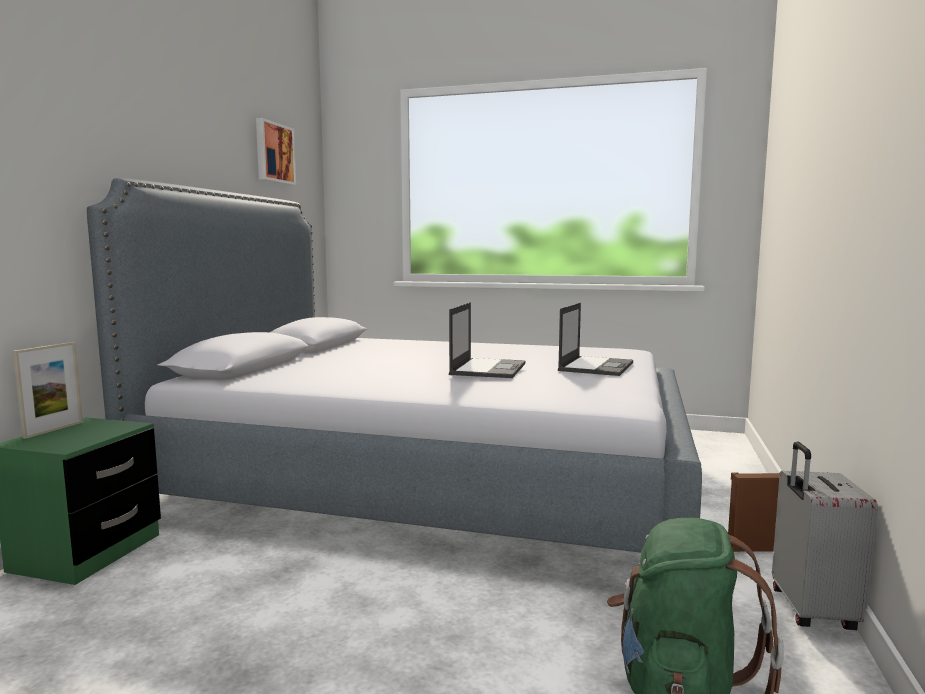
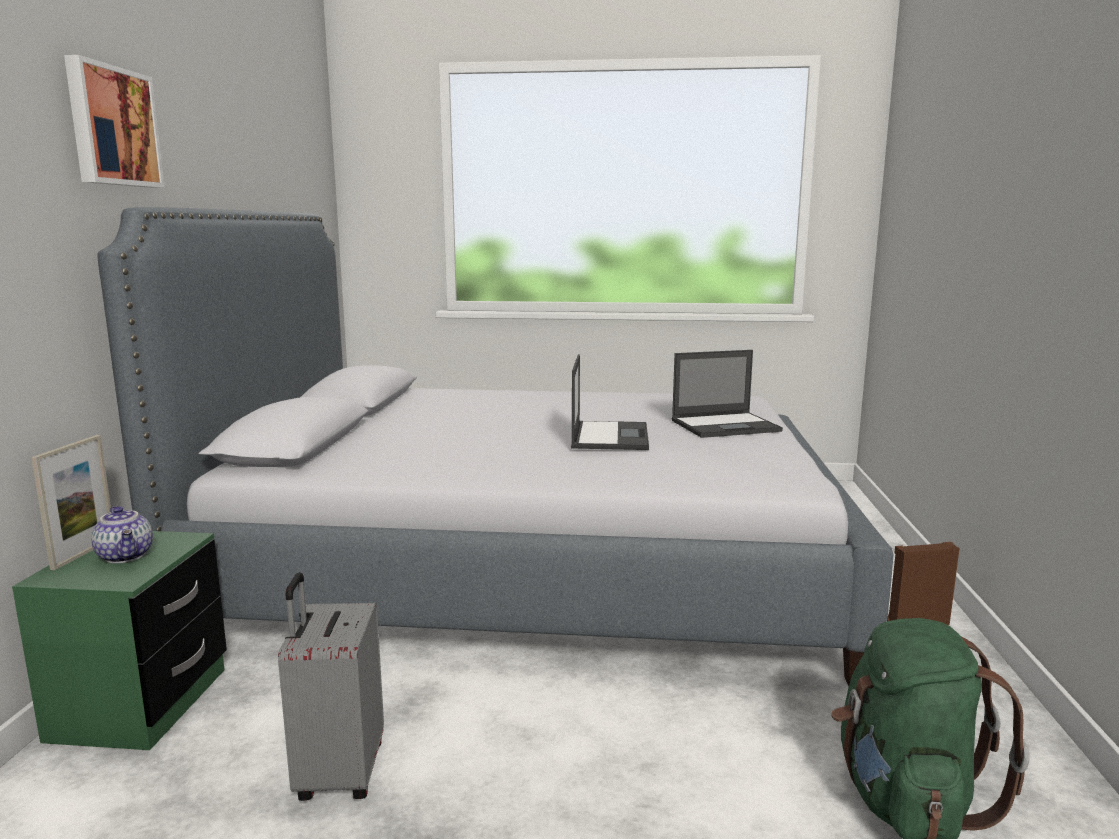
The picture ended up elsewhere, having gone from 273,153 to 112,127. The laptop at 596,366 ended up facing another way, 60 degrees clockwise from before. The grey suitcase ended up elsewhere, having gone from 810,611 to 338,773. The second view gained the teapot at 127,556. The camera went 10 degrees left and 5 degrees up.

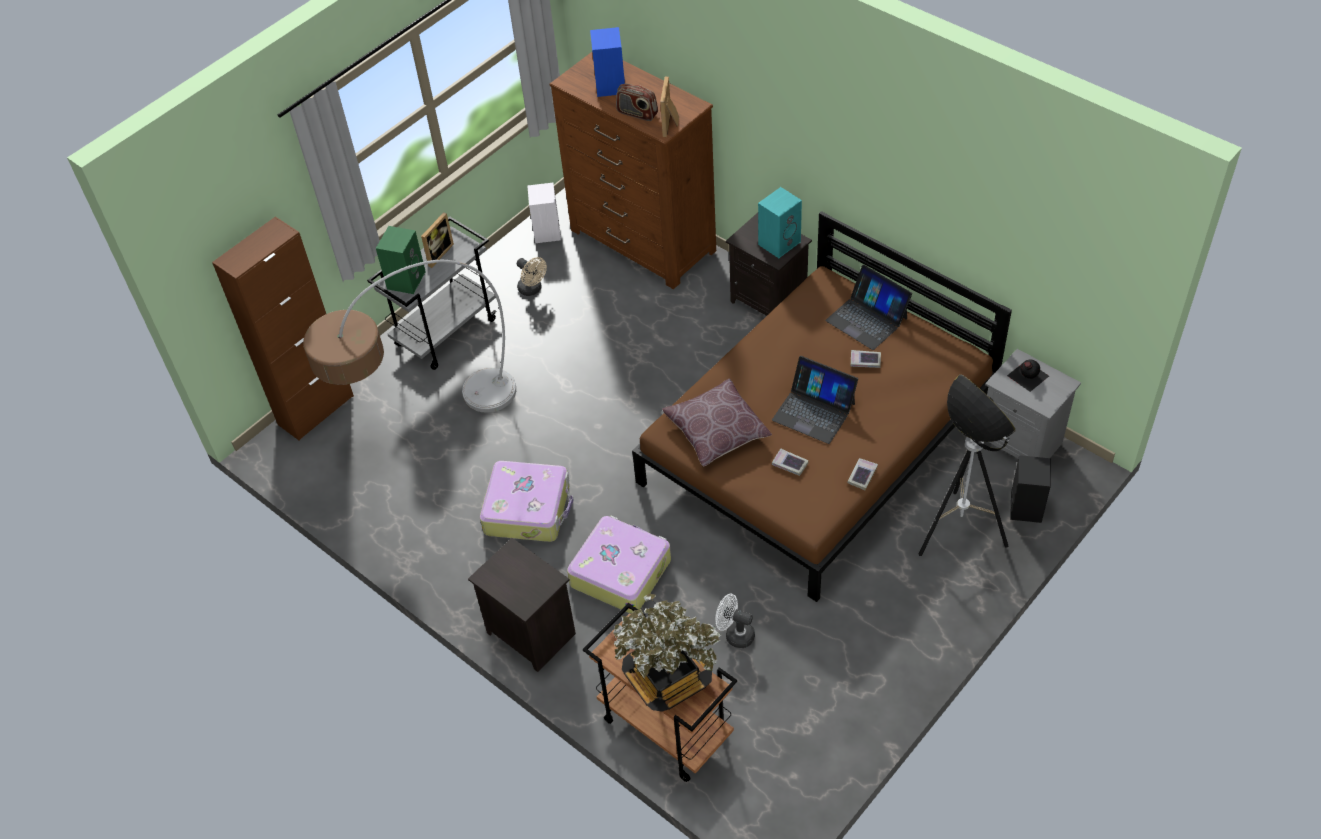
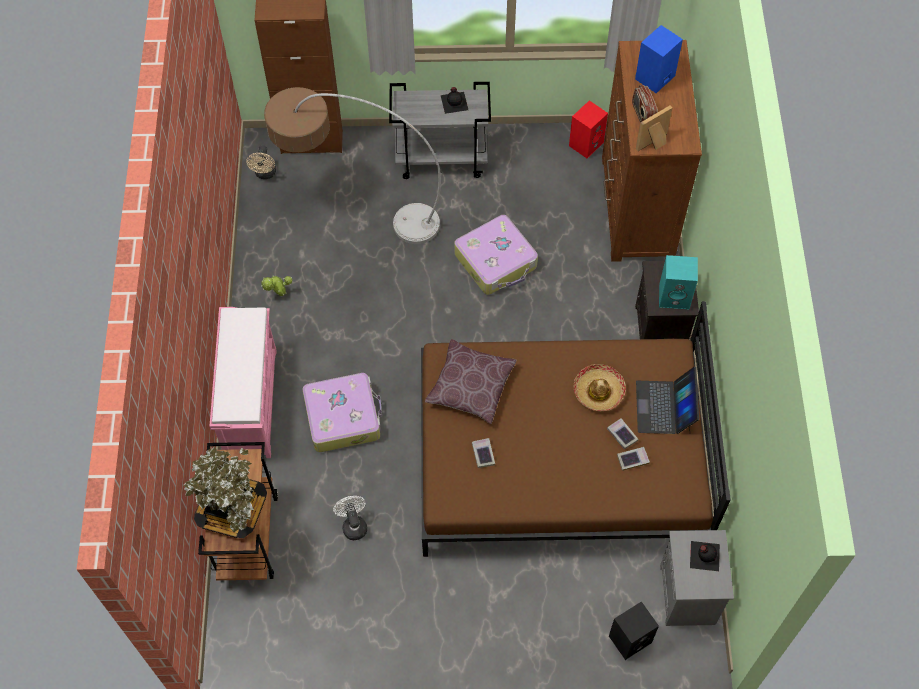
What was the white speaker at 546,231 turned into the red speaker at 586,143. Where the picture frame stood at 437,254, the black bottle came to stand at 454,102. The second view lost the green speaker at 406,279. The beige fan ended up elsewhere, having gone from 532,289 to 265,174. The second view lost the laptop at 814,411. The second view lost the floor lamp at 957,532. The book ended up elsewhere, having gone from 862,475 to 632,459. The suitcase ended up elsewhere, having gone from 528,508 to 496,261. Where the black nightstand stood at 529,633, the pink bench came to stand at 251,402. The second view gained the potted plant at 279,295. The second view gained the hat at 598,391. The camera went 45 degrees right and 10 degrees up.

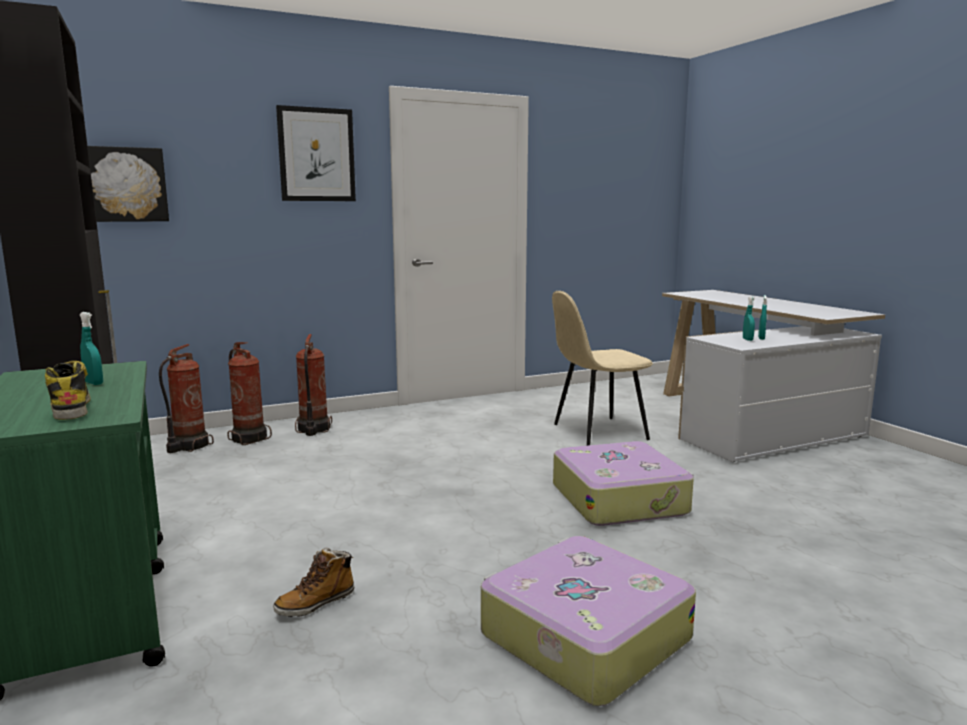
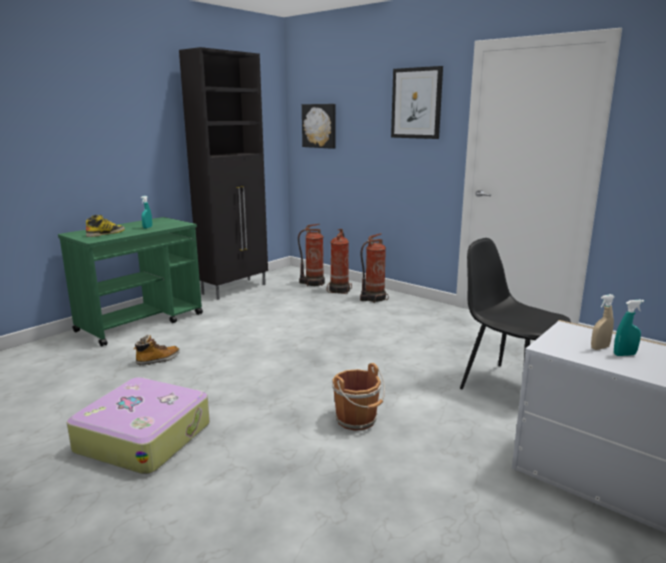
What was the beige chair at 597,432 turned into the black chair at 507,386. What was the turquoise spray bottle at 747,339 turned into the beige spray bottle at 599,348. Where the suitcase stood at 620,499, the brown bucket came to stand at 357,420. The boot at 316,603 ended up facing another way, 120 degrees clockwise from before. The camera went 65 degrees right and 5 degrees up.

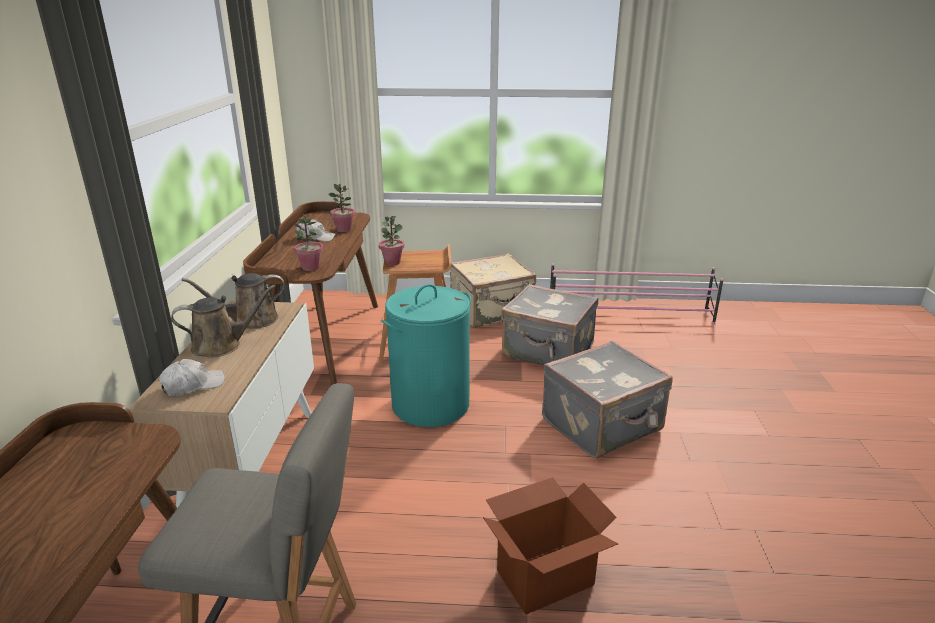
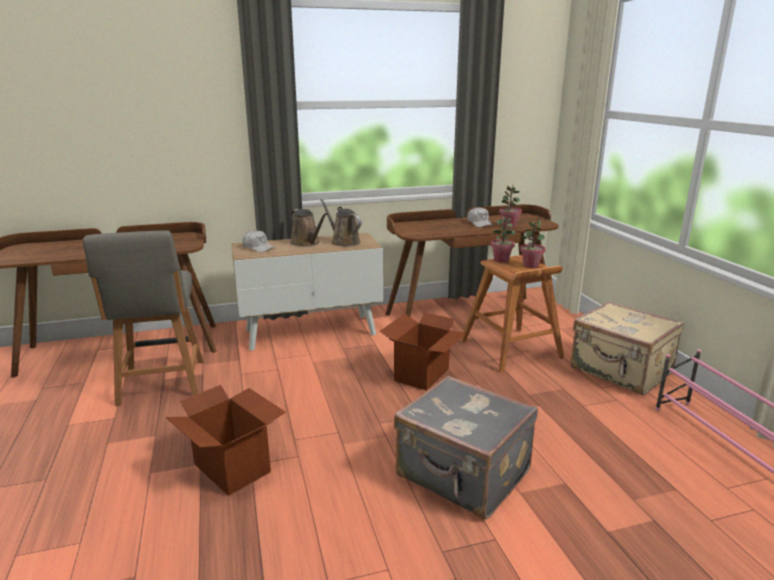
The potted plant ended up elsewhere, having gone from 310,267 to 530,266. Where the turquoise laundry basket stood at 430,404, the cardboard box came to stand at 422,375. The second view lost the grey suitcase at 548,352. The camera went 70 degrees right and 5 degrees down.

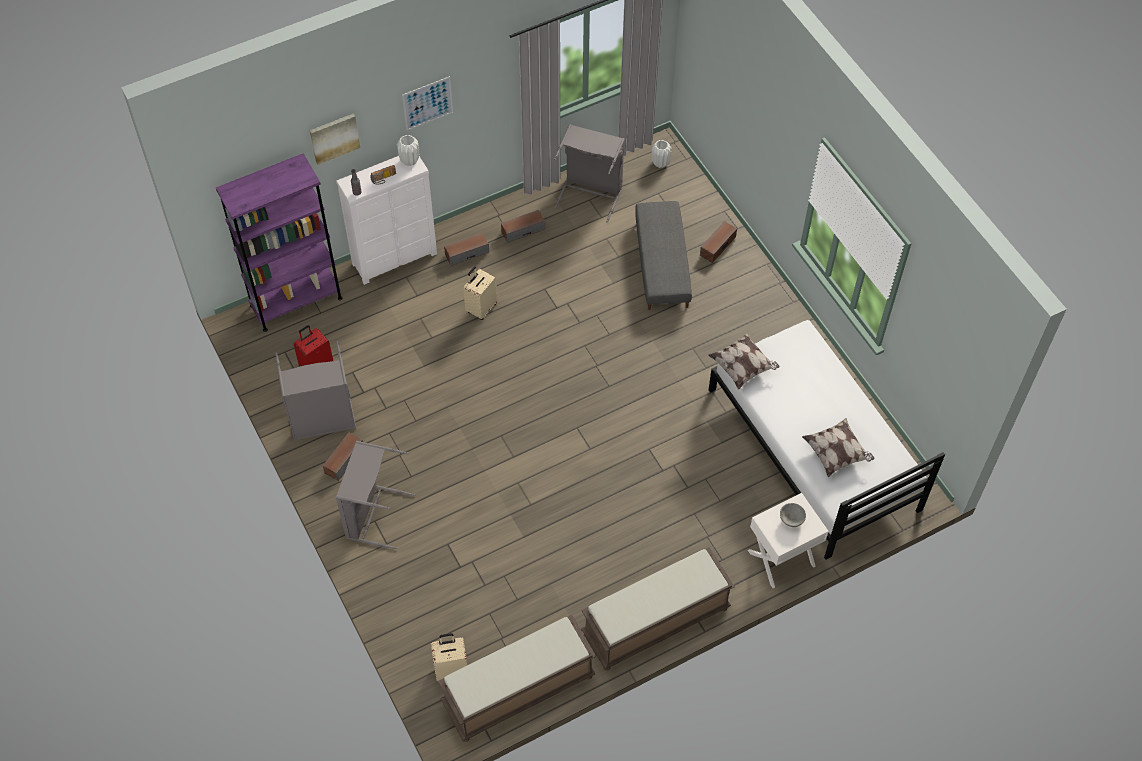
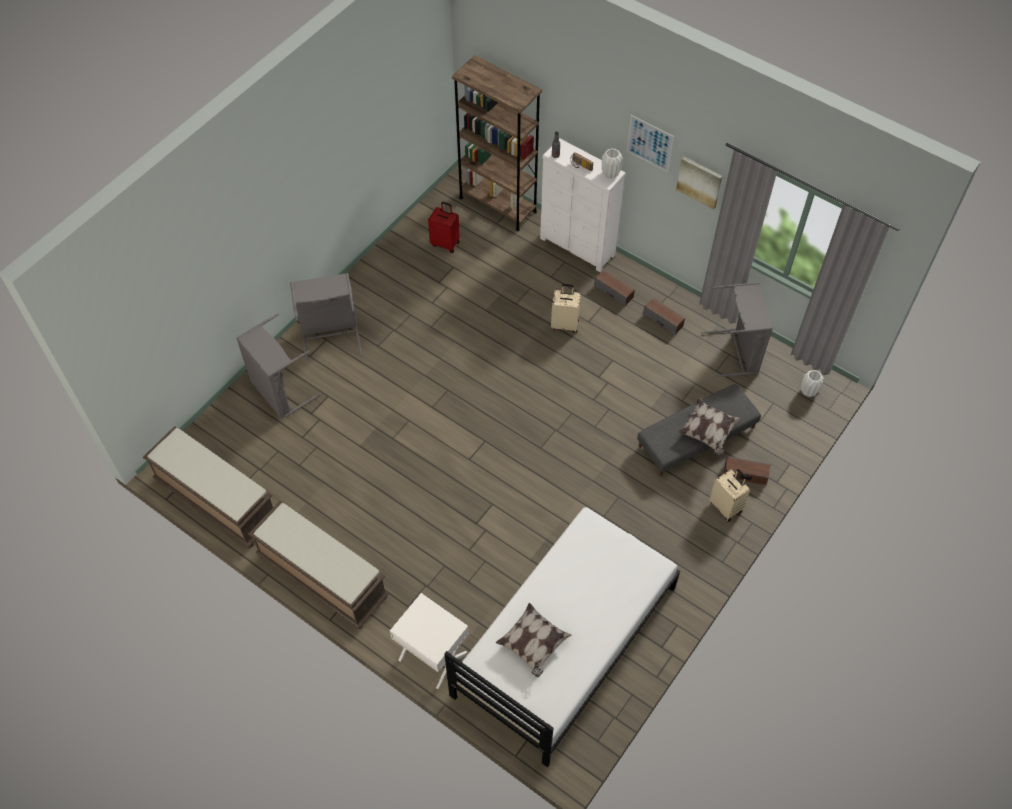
The picture ended up elsewhere, having gone from 334,137 to 699,181. What was the purple bookcase at 296,301 turned into the brown bookcase at 497,204. The pillow ended up elsewhere, having gone from 742,367 to 707,432. The grey laundry basket ended up elsewhere, having gone from 322,420 to 279,392. The second view lost the speaker at 344,460. The second view lost the grey bowl at 791,520. The beige suitcase ended up elsewhere, having gone from 452,670 to 726,506. The camera went 65 degrees right and 0 degrees up.

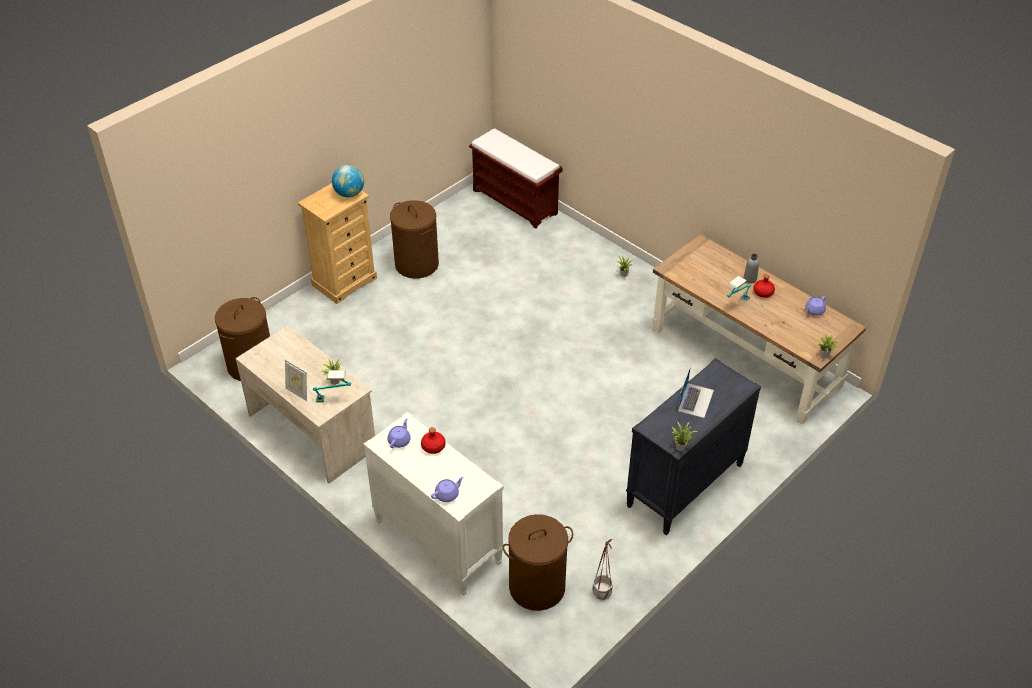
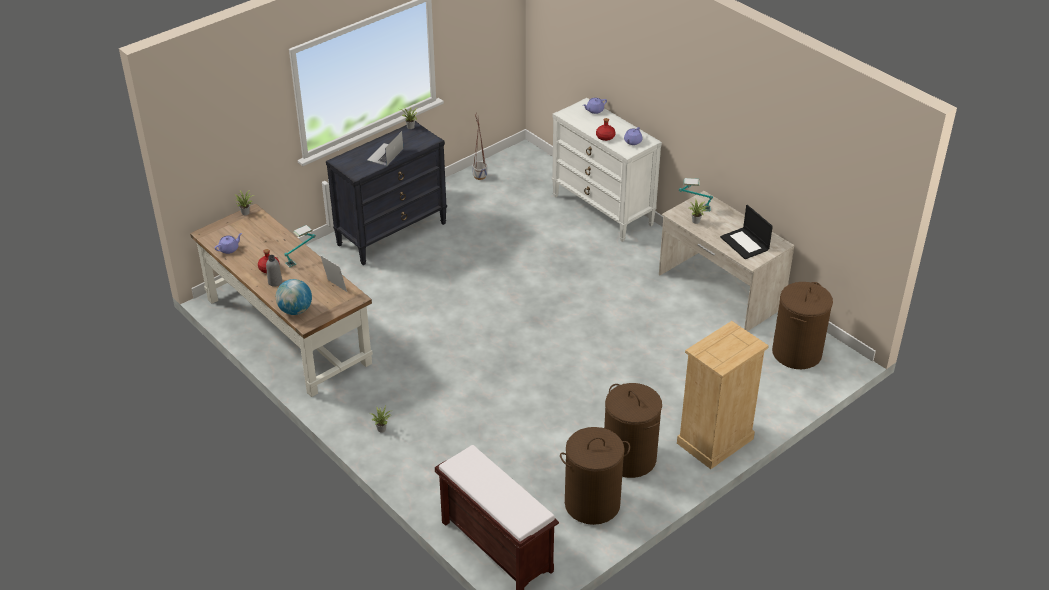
The globe ended up elsewhere, having gone from 349,194 to 295,310. The picture frame ended up elsewhere, having gone from 298,392 to 335,287. The brown laundry basket ended up elsewhere, having gone from 537,587 to 592,504. The second view gained the laptop at 745,243. The camera went 175 degrees left and 5 degrees down.

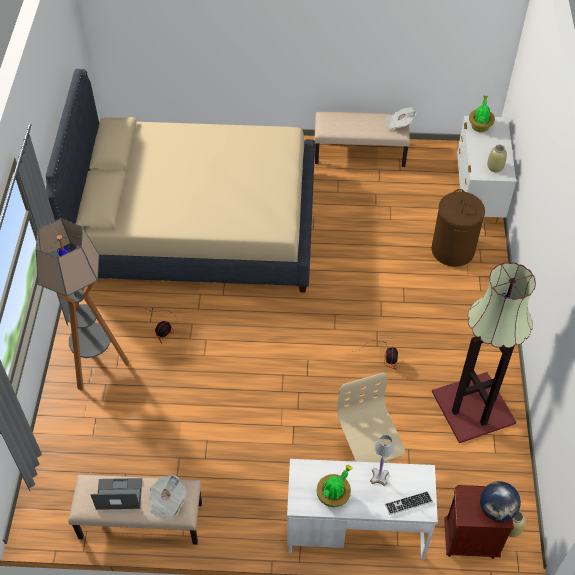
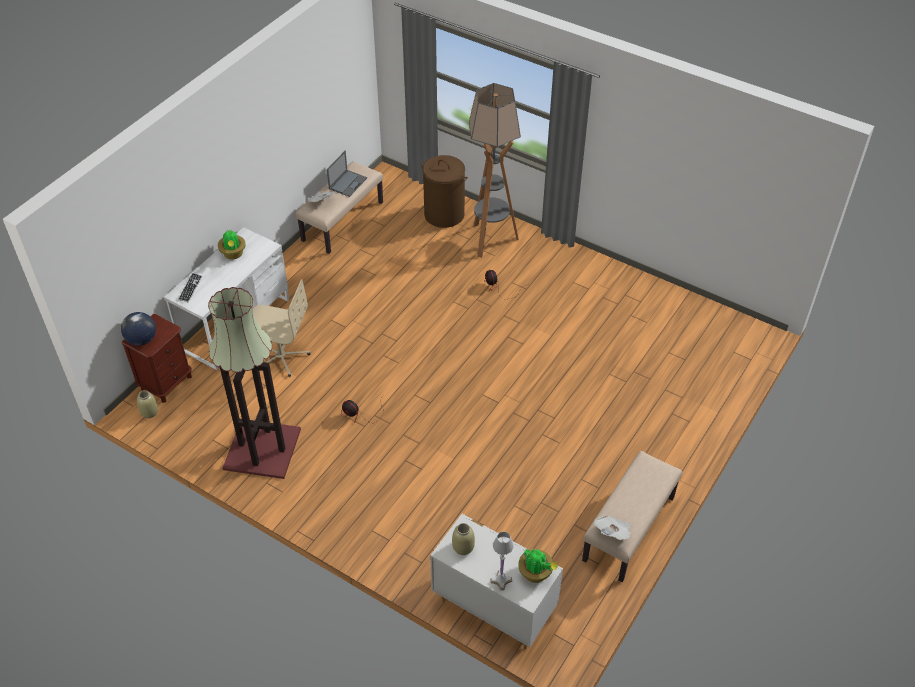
The second view lost the beige bed at 197,225. The brown laundry basket ended up elsewhere, having gone from 452,250 to 444,214. The white table lamp ended up elsewhere, having gone from 379,476 to 501,580. The camera went 120 degrees right and 5 degrees down.

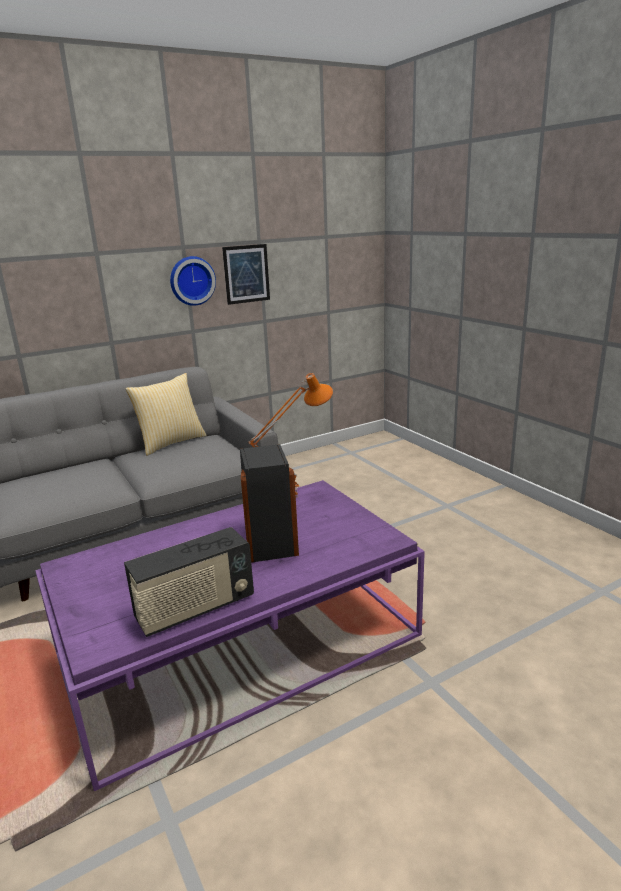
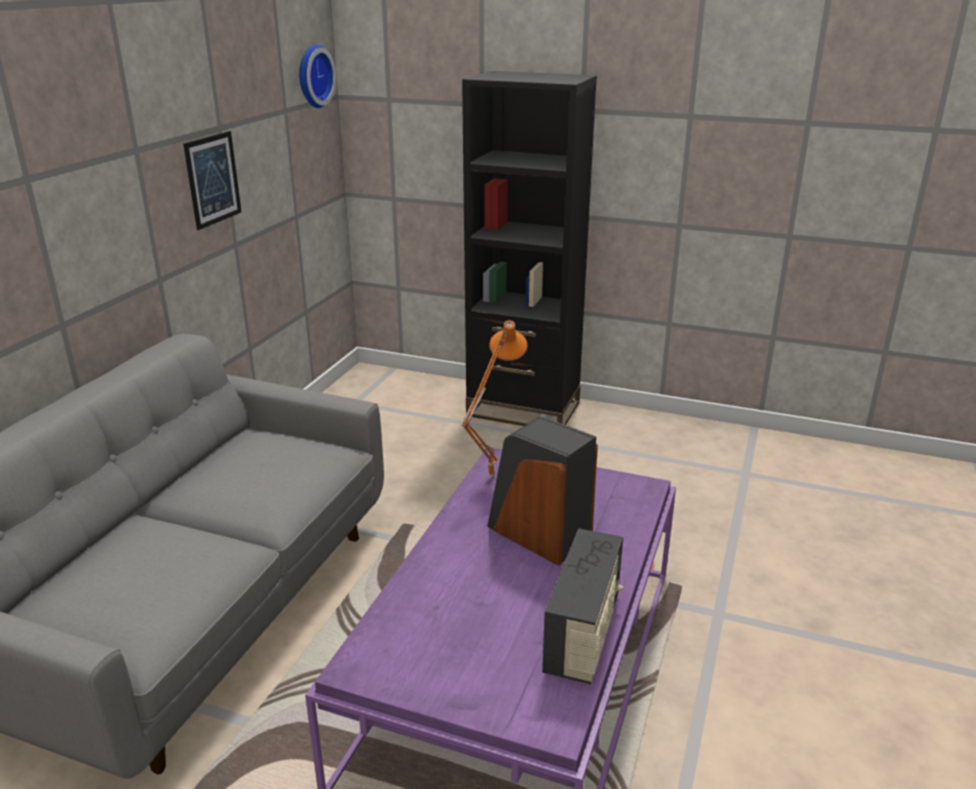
The wall clock ended up elsewhere, having gone from 191,280 to 312,76. The second view lost the pillow at 170,442. The second view gained the black bookcase at 523,409. The camera went 40 degrees left and 5 degrees up.

